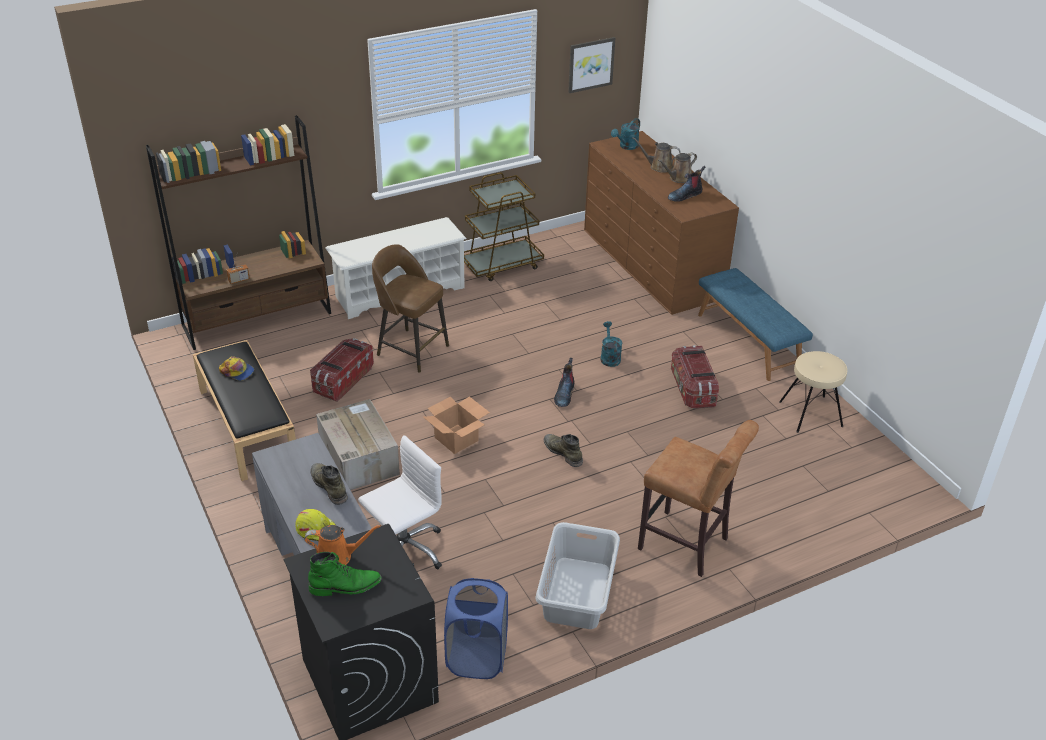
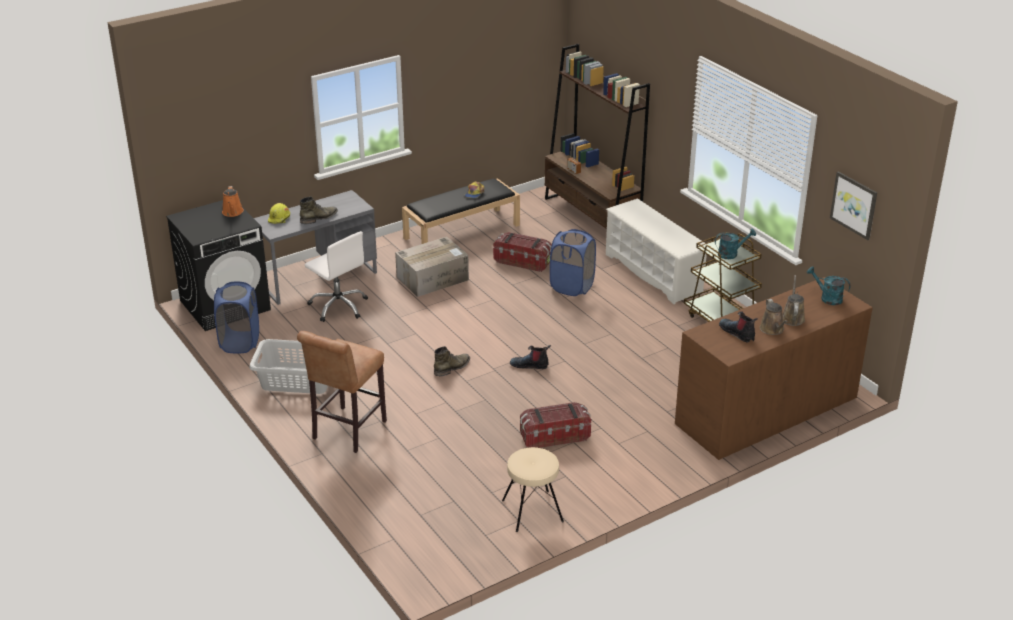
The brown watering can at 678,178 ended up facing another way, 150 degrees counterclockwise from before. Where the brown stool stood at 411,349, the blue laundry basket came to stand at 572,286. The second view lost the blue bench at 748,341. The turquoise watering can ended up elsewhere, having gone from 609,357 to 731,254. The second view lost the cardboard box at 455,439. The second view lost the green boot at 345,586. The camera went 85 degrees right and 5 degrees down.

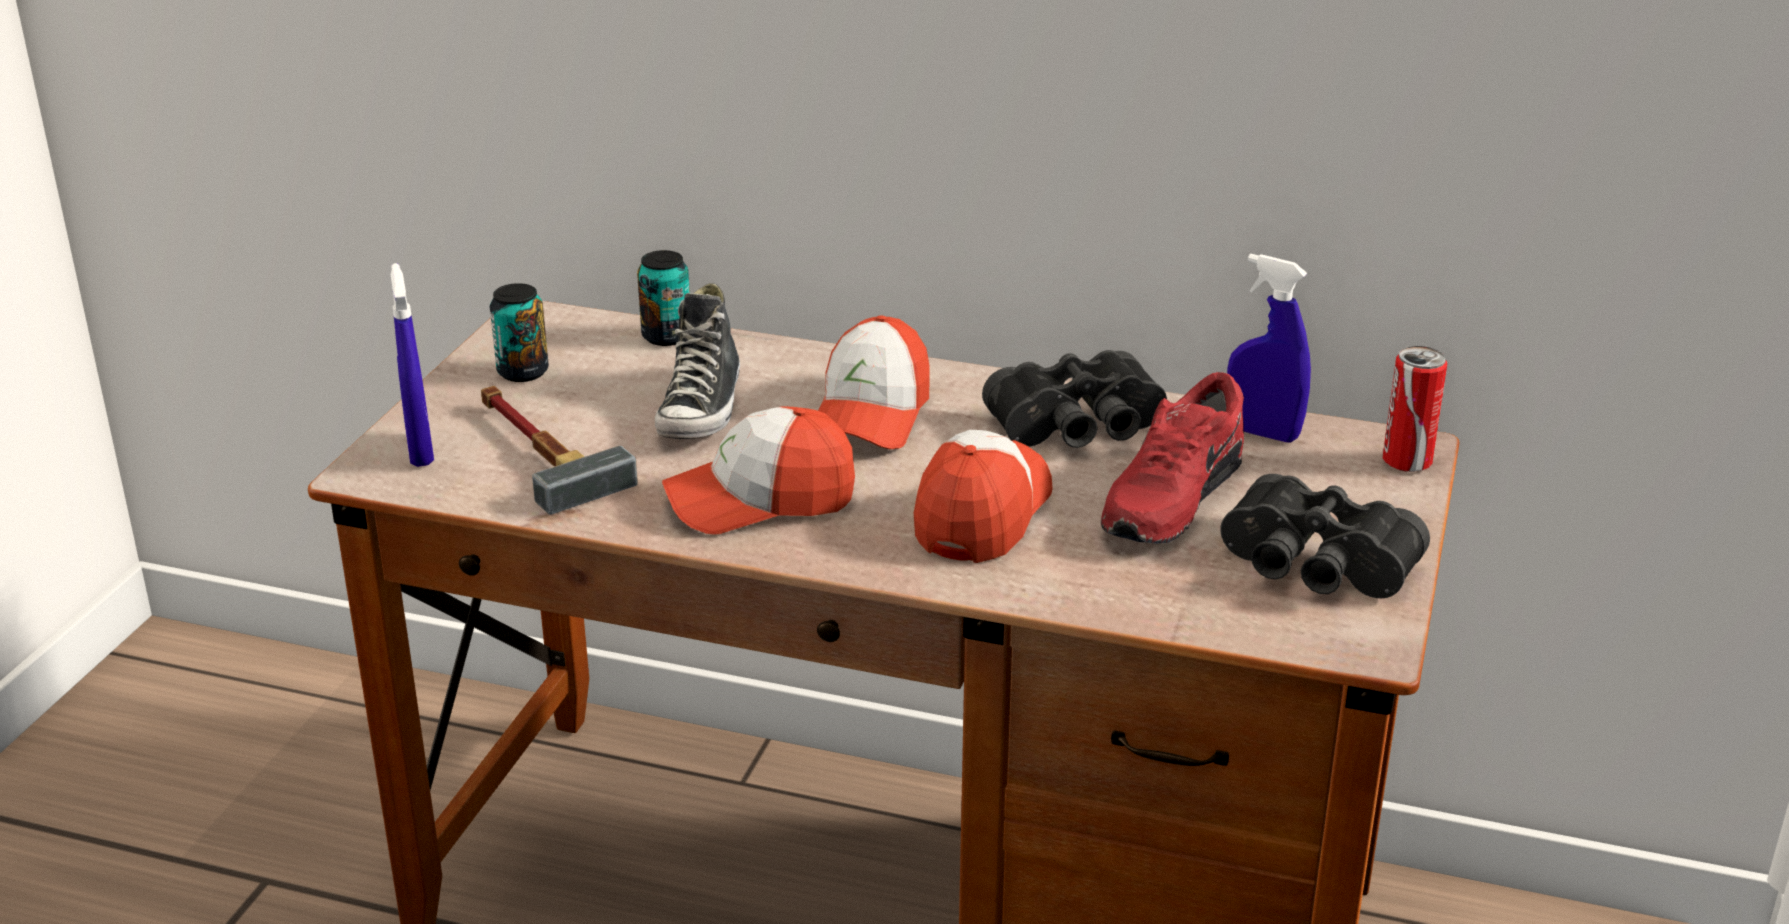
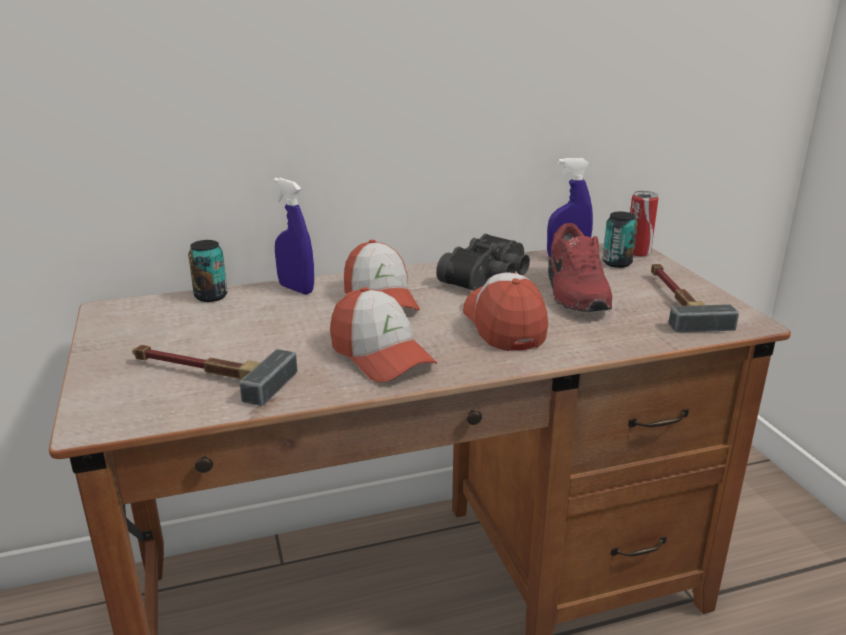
The blue spray bottle ended up elsewhere, having gone from 420,451 to 296,289. The can ended up elsewhere, having gone from 523,372 to 617,263. The second view lost the shoe at 702,409. The cap at 760,500 ended up facing another way, 75 degrees counterclockwise from before. Where the black binoculars stood at 1314,568, the hammer came to stand at 677,301. The camera went 35 degrees left and 5 degrees down.

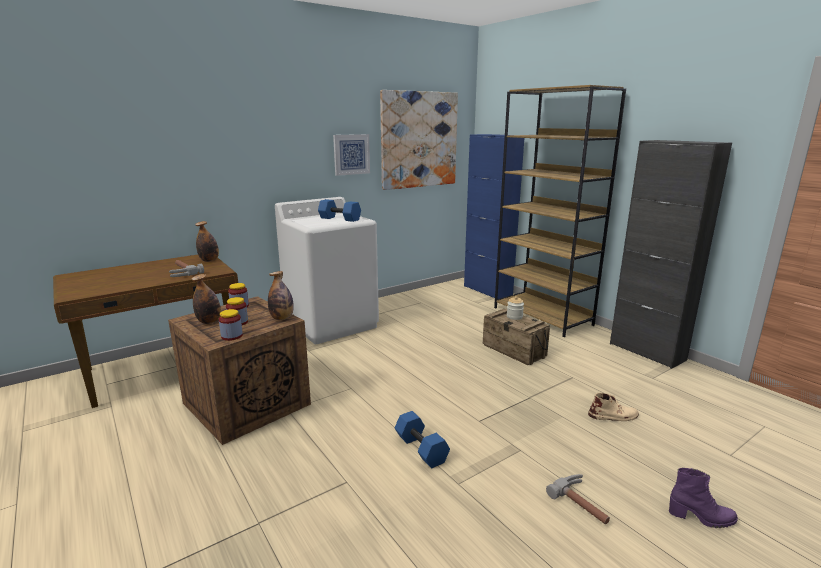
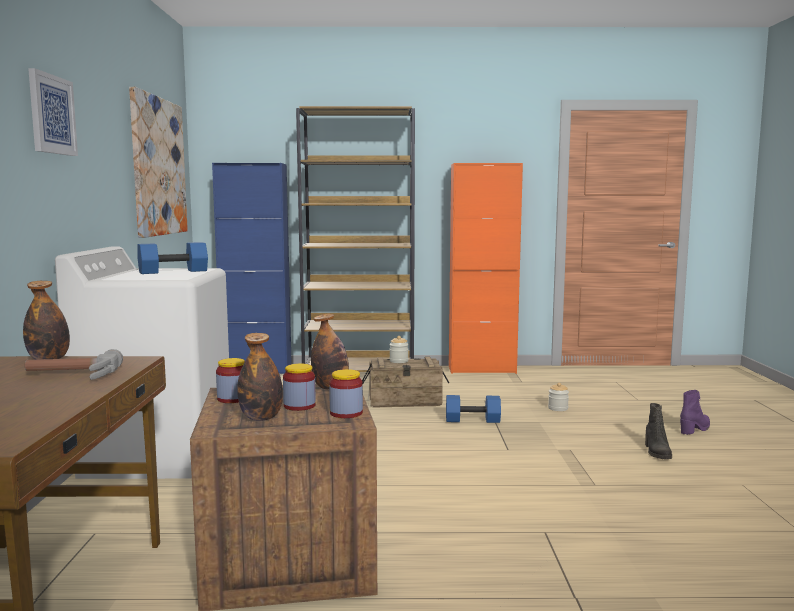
The picture ended up elsewhere, having gone from 351,154 to 51,114. What was the black cabinet at 647,351 turned into the orange cabinet at 482,370. Where the beige boot stood at 614,416, the jar came to stand at 558,408. The blue dumbbell ended up elsewhere, having gone from 422,449 to 473,420. Where the hammer stood at 583,503, the black boot came to stand at 656,452. The camera went 55 degrees left and 10 degrees down.

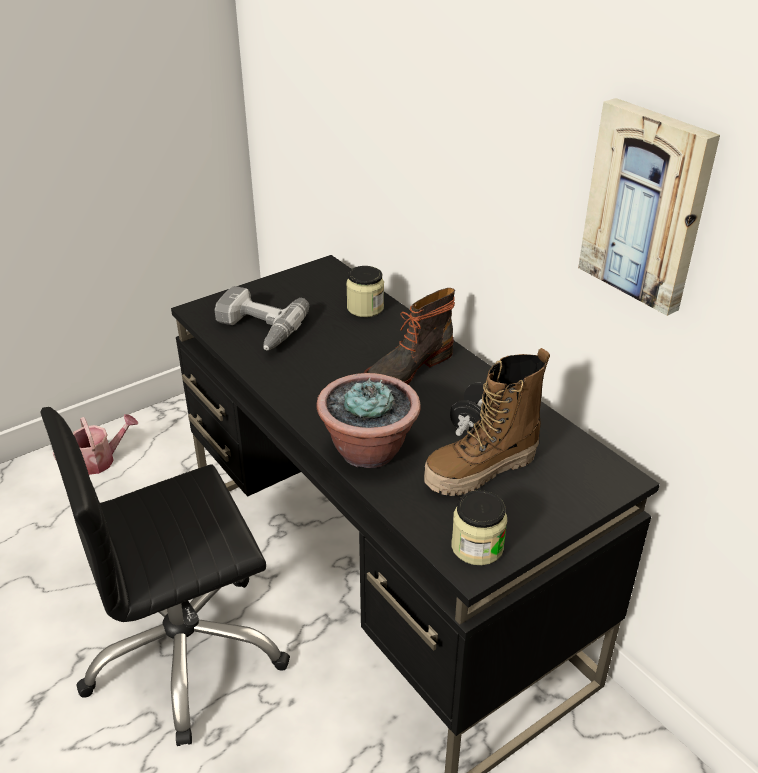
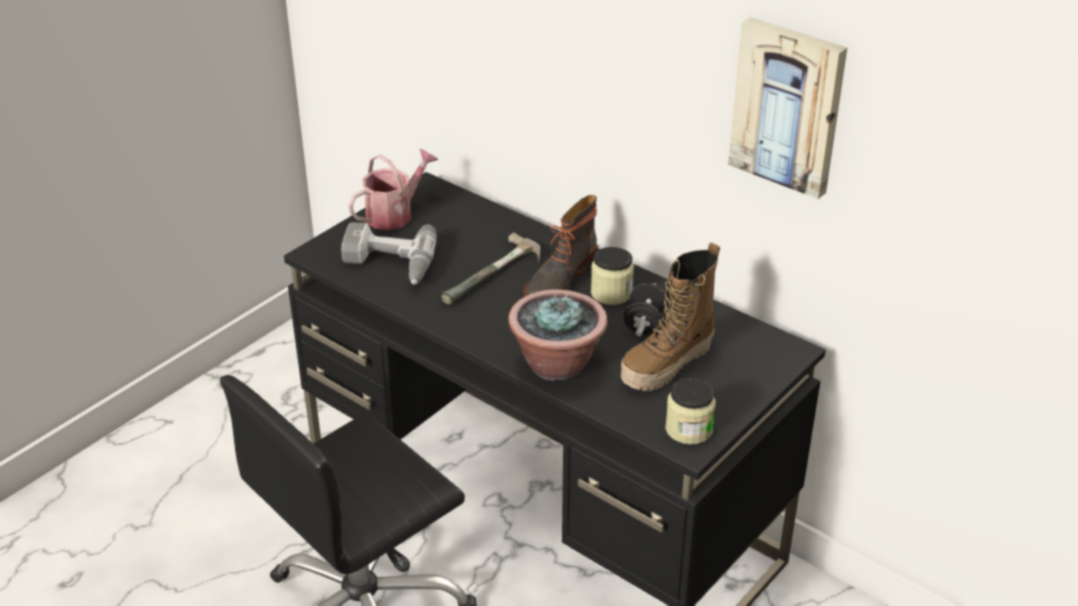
The jar ended up elsewhere, having gone from 365,308 to 611,293. The watering can ended up elsewhere, having gone from 101,460 to 394,214. The second view gained the hammer at 496,276. The camera went 15 degrees left and 0 degrees up.

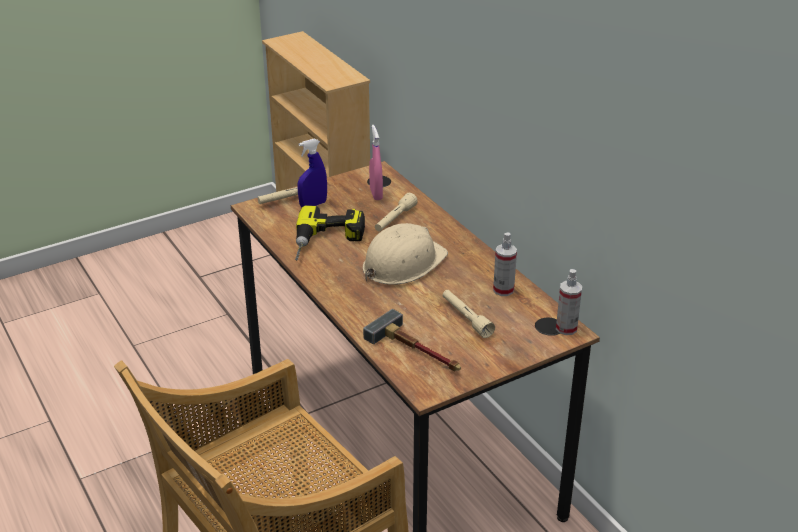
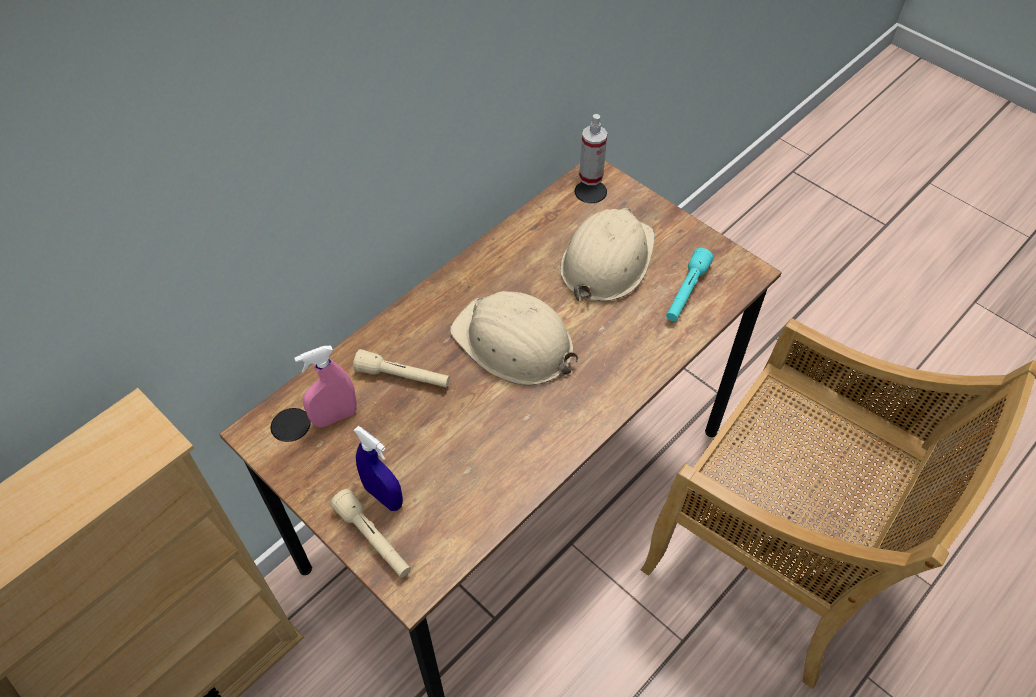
The second view lost the power drill at 327,242. The second view lost the spray bottle at 503,290. Where the beige flashlight stood at 466,318, the beige hard hat came to stand at 607,260. Where the hammer stood at 417,351, the turquoise flashlight came to stand at 686,292. The camera went 105 degrees left and 20 degrees up.

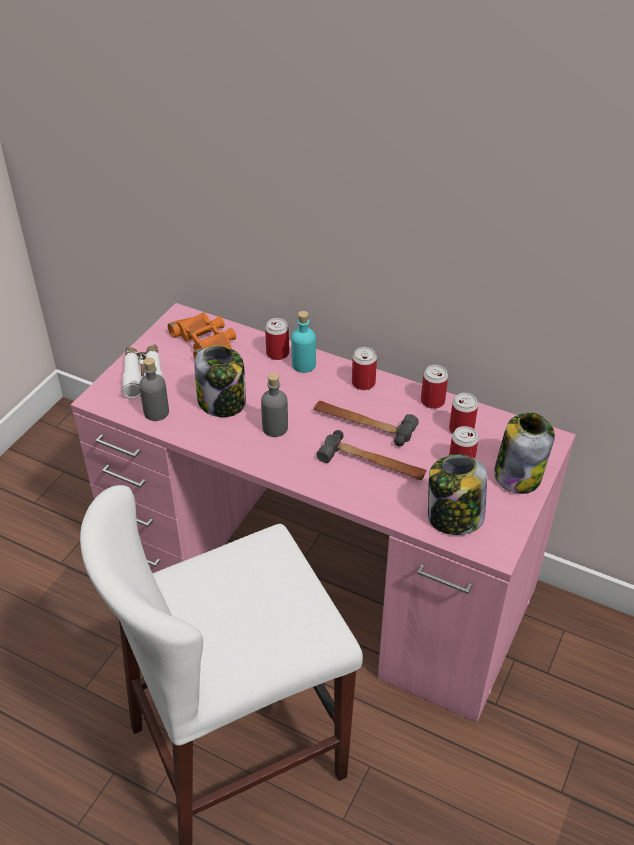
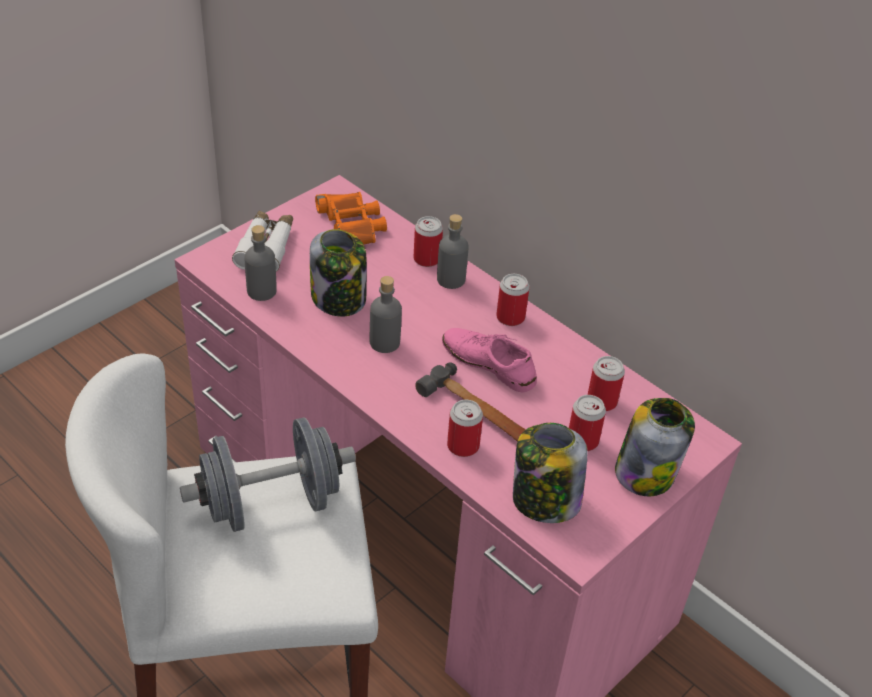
What was the turquoise bottle at 304,365 turned into the grey bottle at 451,279. The can ended up elsewhere, having gone from 432,401 to 463,446. Where the hammer stood at 363,423, the pink shoe came to stand at 488,363. The second view gained the grey dumbbell at 271,503. The camera went 15 degrees right and 0 degrees up.

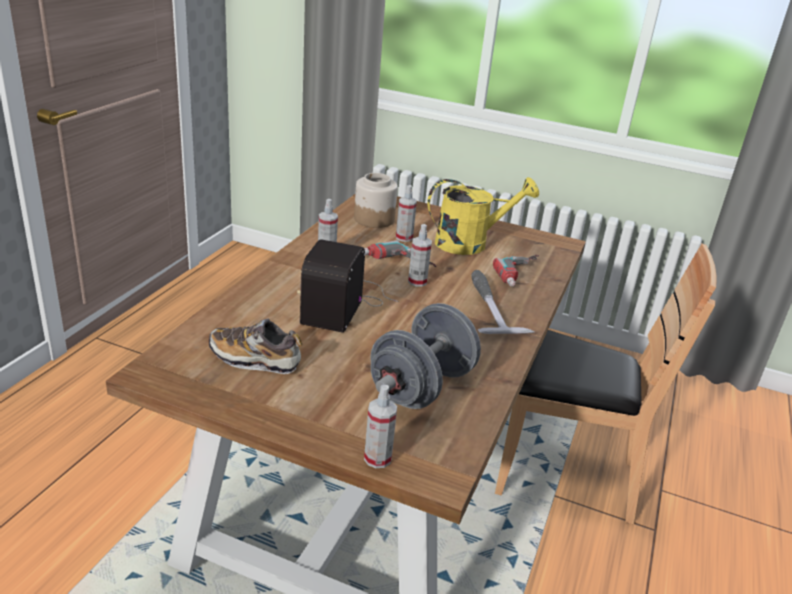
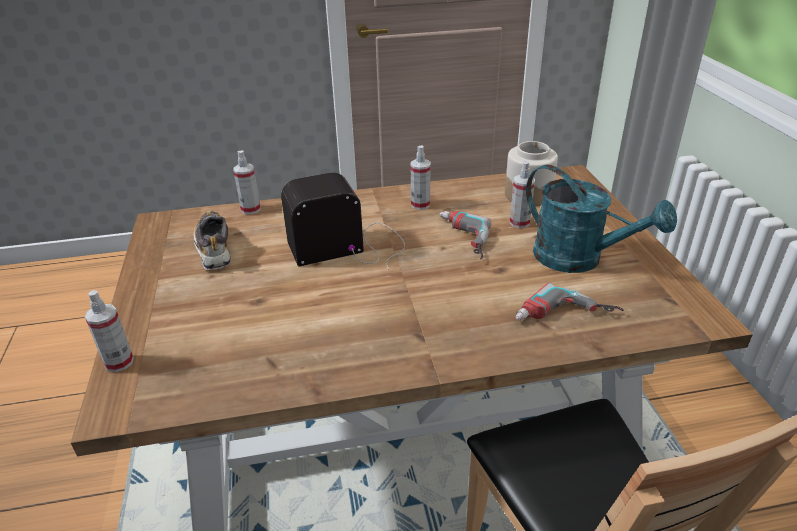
What was the yellow watering can at 470,243 turned into the turquoise watering can at 579,259. The spray bottle ended up elsewhere, having gone from 417,281 to 250,209. The second view lost the hammer at 490,306. The second view lost the grey dumbbell at 421,386. The camera went 60 degrees right and 5 degrees up.

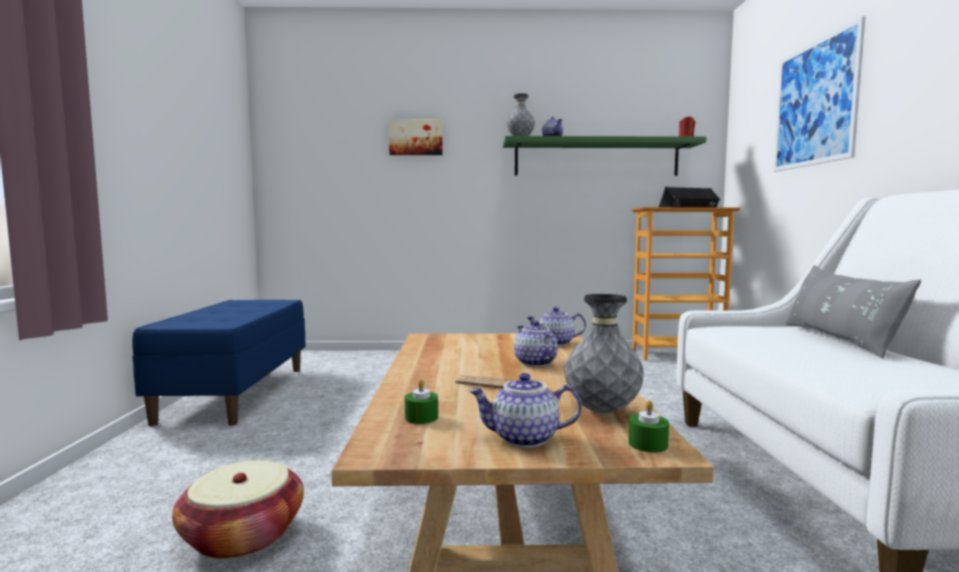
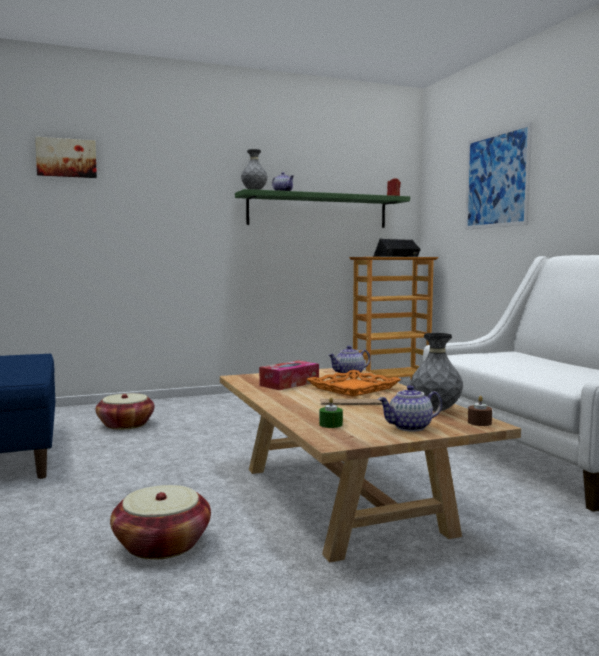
The picture ended up elsewhere, having gone from 416,137 to 66,158. The second view lost the grey pillow at 838,340. Where the teapot stood at 534,363, the orange tray came to stand at 354,388. What was the green candle at 648,444 turned into the brown candle at 479,422. The second view gained the tissue box at 289,384. The second view gained the basket at 126,425. The camera went 20 degrees left and 0 degrees up.

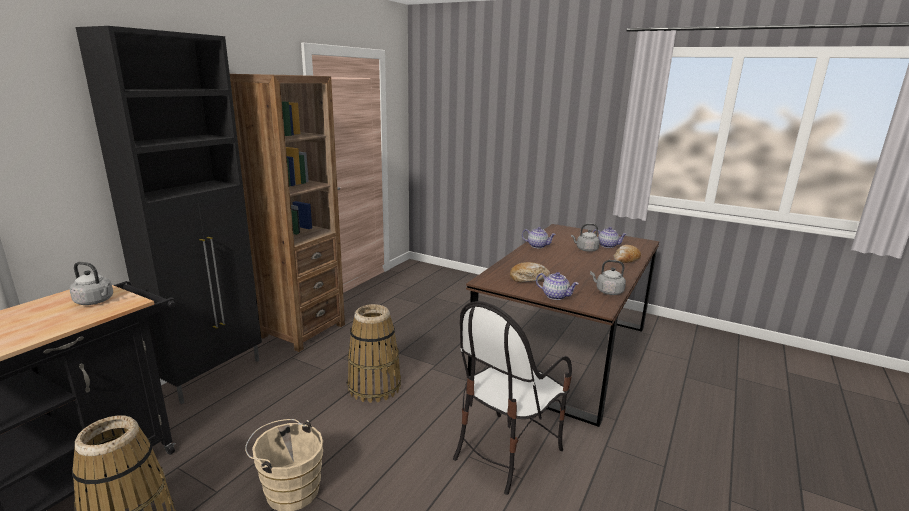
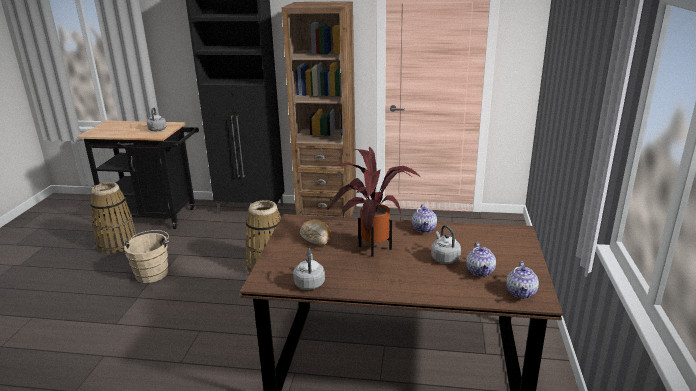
The second view lost the bread at 625,260. The teapot ended up elsewhere, having gone from 555,296 to 521,293. The second view lost the chair at 506,451. The second view gained the potted plant at 371,248. The camera went 70 degrees right and 5 degrees up.

